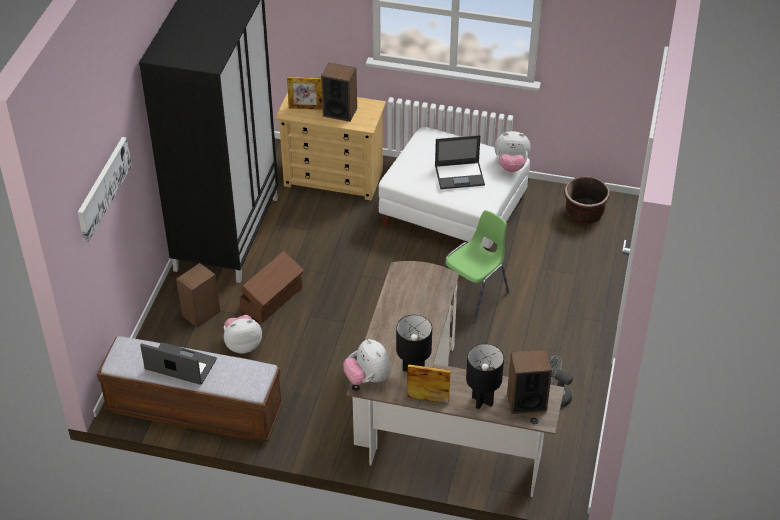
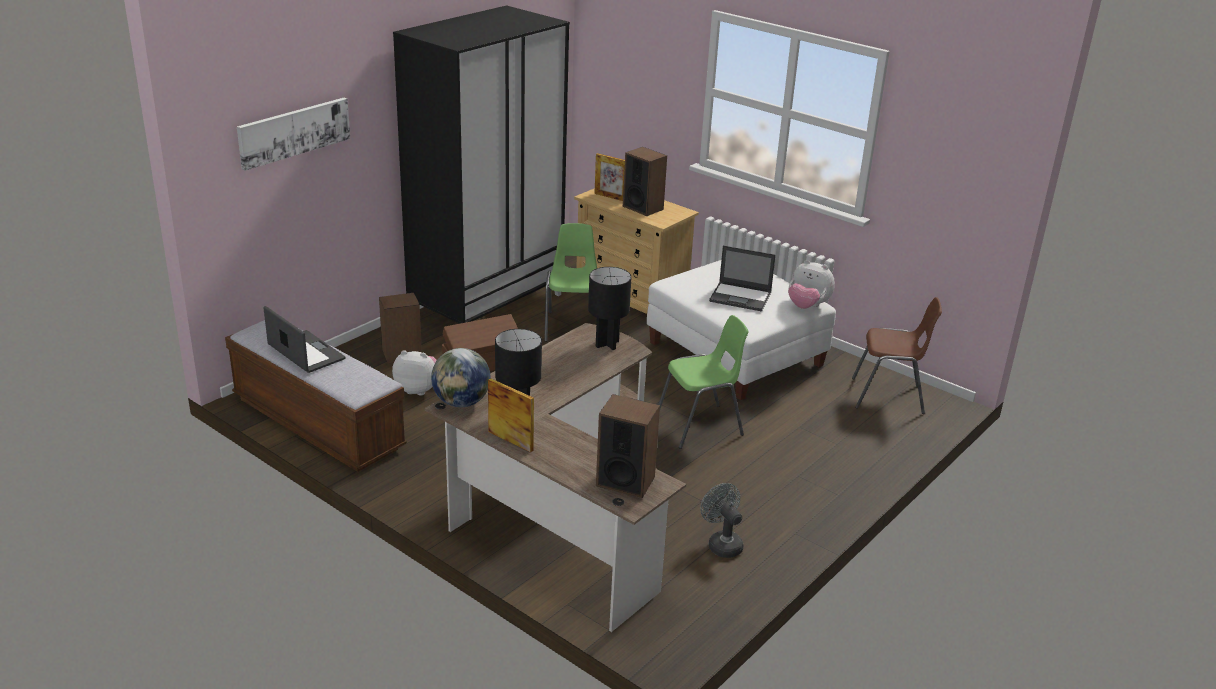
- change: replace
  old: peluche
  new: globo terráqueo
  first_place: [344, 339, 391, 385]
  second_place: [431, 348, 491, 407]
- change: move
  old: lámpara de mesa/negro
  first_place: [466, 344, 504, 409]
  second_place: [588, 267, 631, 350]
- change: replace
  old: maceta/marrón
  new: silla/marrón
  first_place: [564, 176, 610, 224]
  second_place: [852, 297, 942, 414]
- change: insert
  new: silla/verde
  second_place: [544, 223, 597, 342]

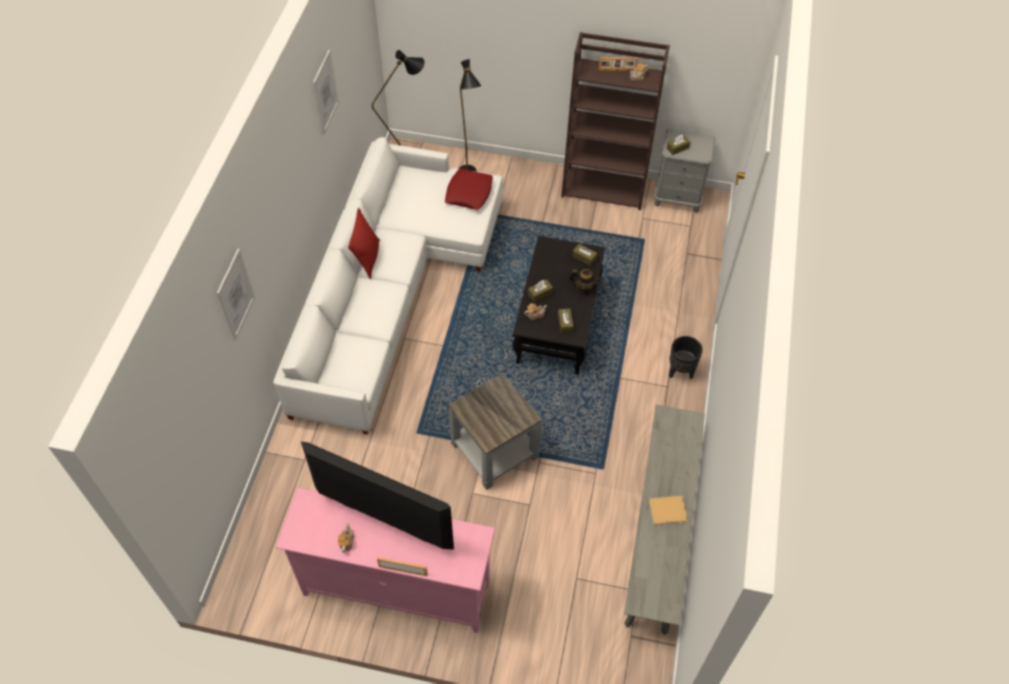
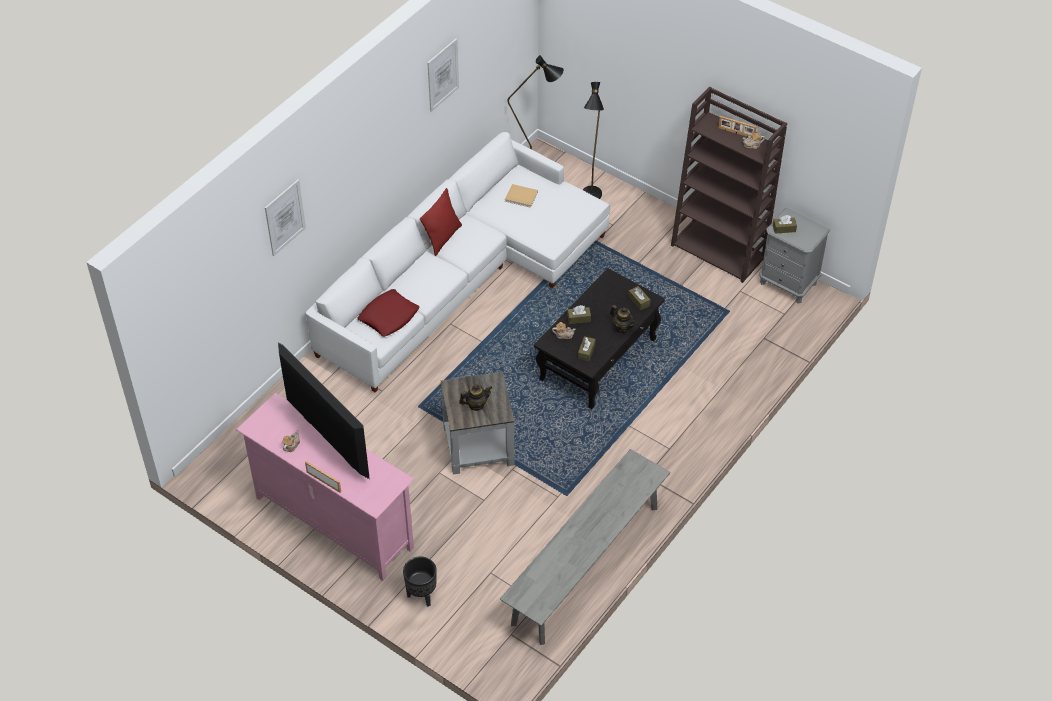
- change: move
  old: cojín/rojo
  first_place: [445, 168, 493, 210]
  second_place: [357, 289, 419, 337]
- change: move
  old: libro/beis
  first_place: [649, 496, 688, 526]
  second_place: [505, 184, 538, 208]
- change: move
  old: maceta/negro
  first_place: [669, 336, 703, 379]
  second_place: [403, 556, 437, 607]
- change: insert
  new: tetera
  second_place: [459, 384, 492, 411]

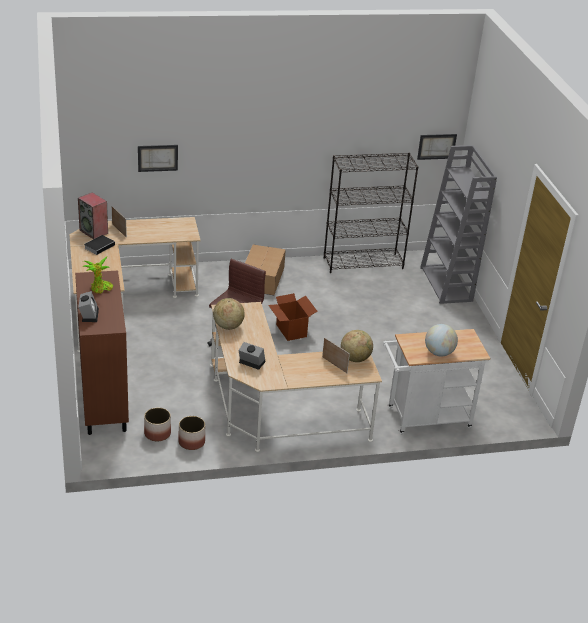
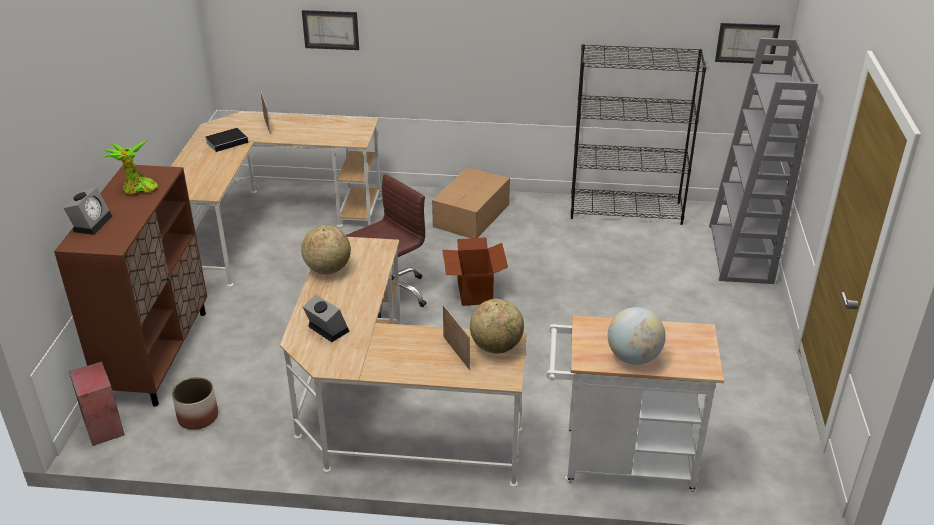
- change: move
  old: altavoz
  first_place: [78, 192, 108, 239]
  second_place: [69, 361, 125, 446]
- change: delete
  old: maceta
  first_place: [178, 416, 205, 450]

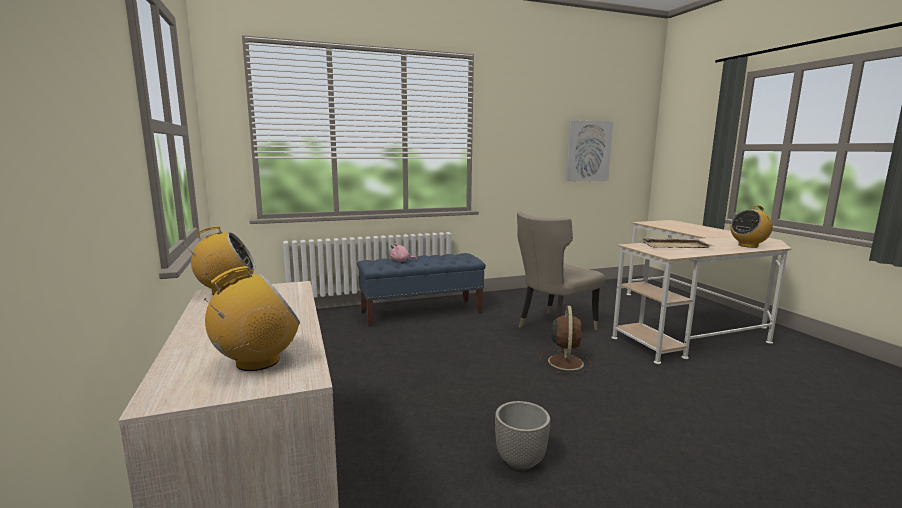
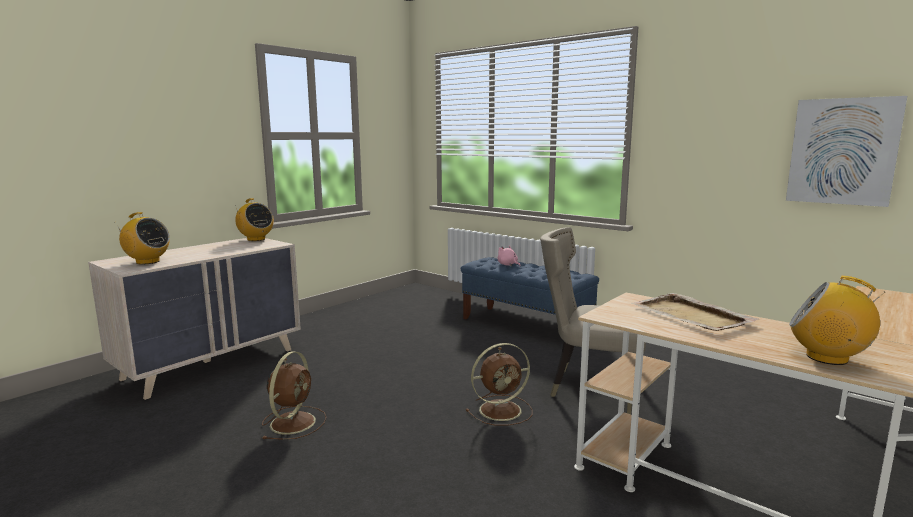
- change: replace
  old: maceta
  new: ventilador/marrón
  first_place: [495, 401, 550, 471]
  second_place: [262, 351, 327, 440]

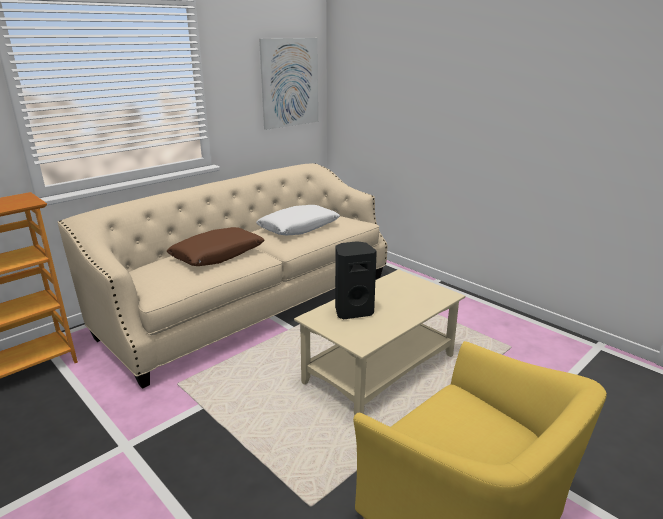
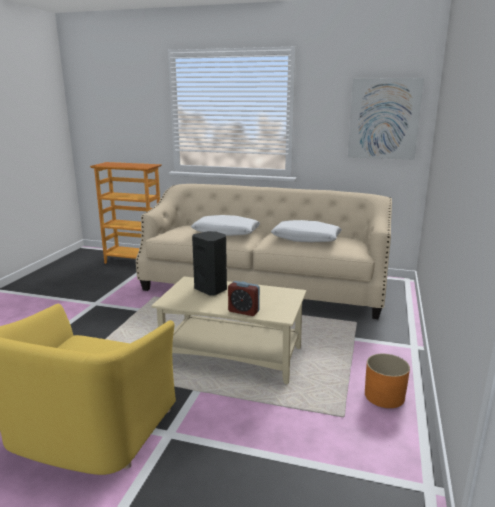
- change: recolor
  old: cojín/marrón
  new: cojín/blanco
  first_place: [167, 227, 265, 266]
  second_place: [191, 215, 260, 236]
- change: insert
  new: despertador
  second_place: [228, 281, 260, 316]
- change: insert
  new: maceta/naranja
  second_place: [365, 354, 410, 408]

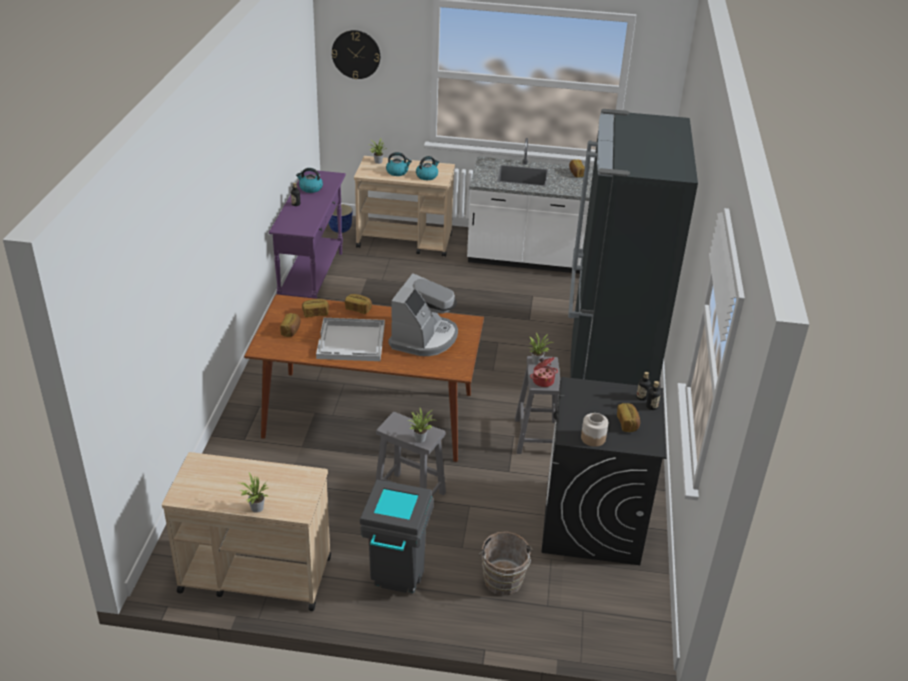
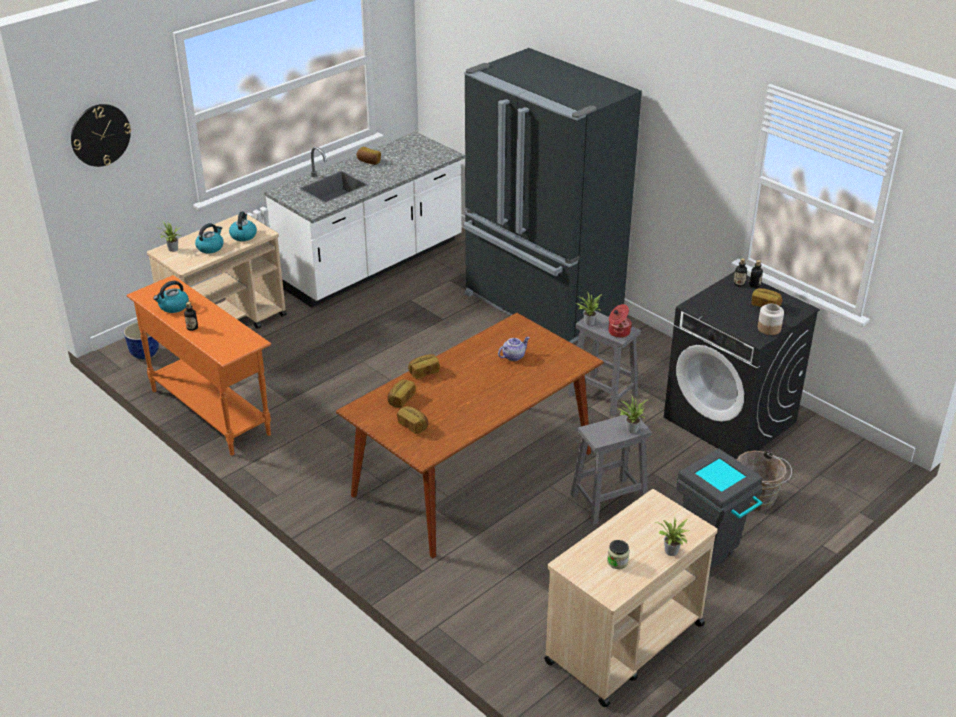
- change: recolor
  old: mesa consola/morado
  new: mesa consola/naranja
  first_place: [269, 171, 346, 299]
  second_place: [127, 275, 271, 455]
- change: delete
  old: bandeja/blanco
  first_place: [316, 318, 385, 361]
- change: replace
  old: cafetera
  new: tetera
  first_place: [389, 273, 458, 356]
  second_place: [498, 337, 530, 361]
- change: insert
  new: tarro
  second_place: [607, 540, 629, 569]

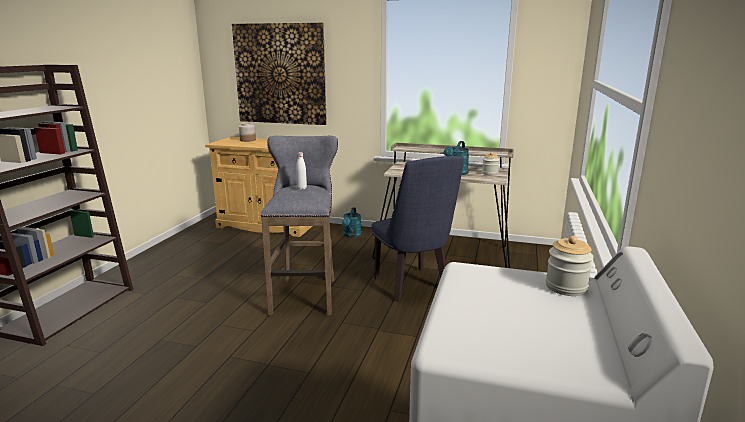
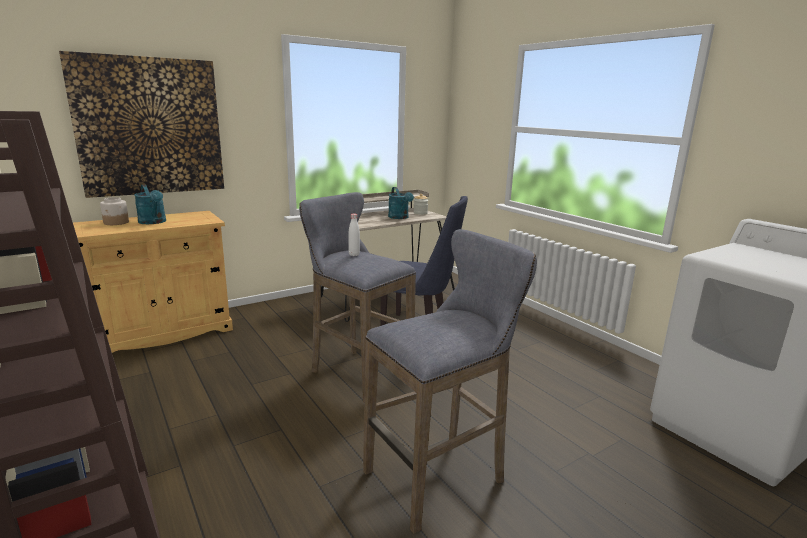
- change: move
  old: regadera/turquesa
  first_place: [342, 207, 362, 238]
  second_place: [134, 184, 166, 224]
- change: delete
  old: tarro
  first_place: [546, 236, 593, 296]
- change: insert
  new: taburete/gris
  second_place: [363, 229, 537, 534]

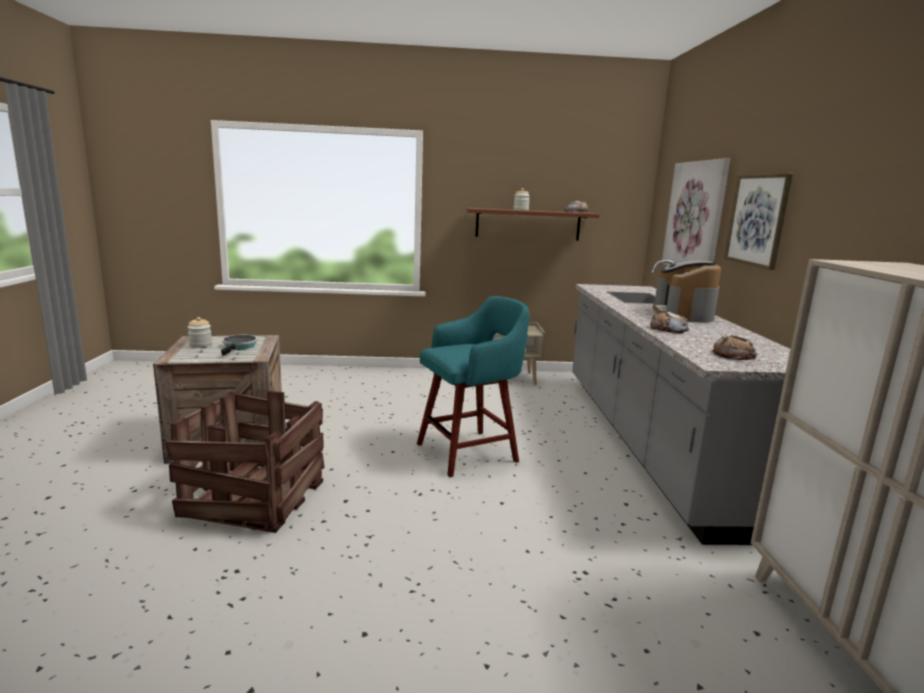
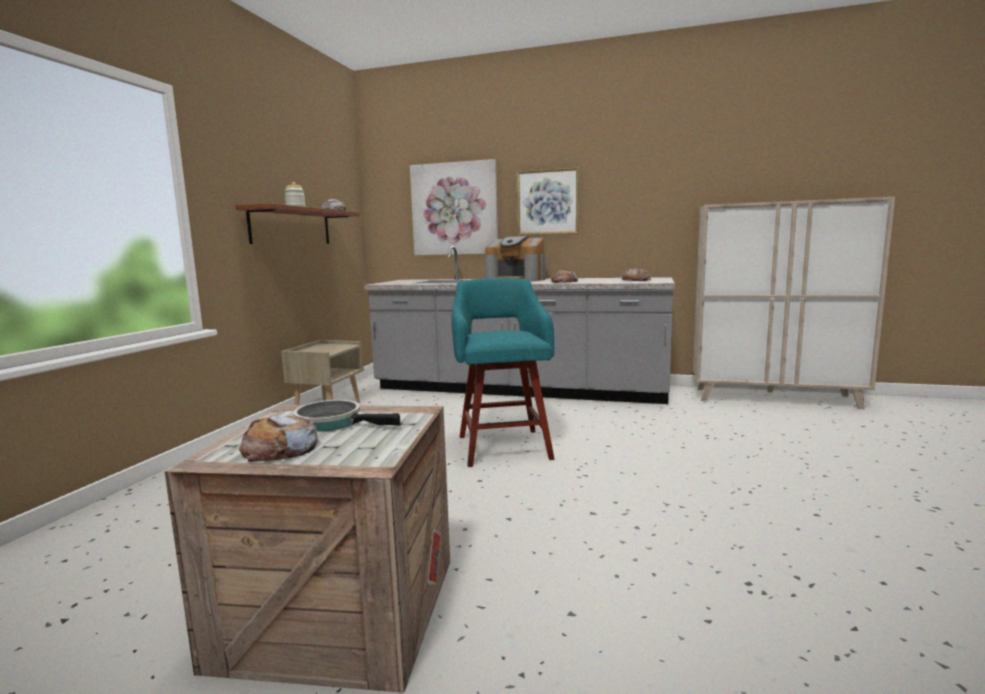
- change: delete
  old: caja de embalaje
  first_place: [165, 390, 325, 533]
- change: replace
  old: tarro
  new: pan
  first_place: [187, 317, 212, 348]
  second_place: [239, 415, 318, 462]

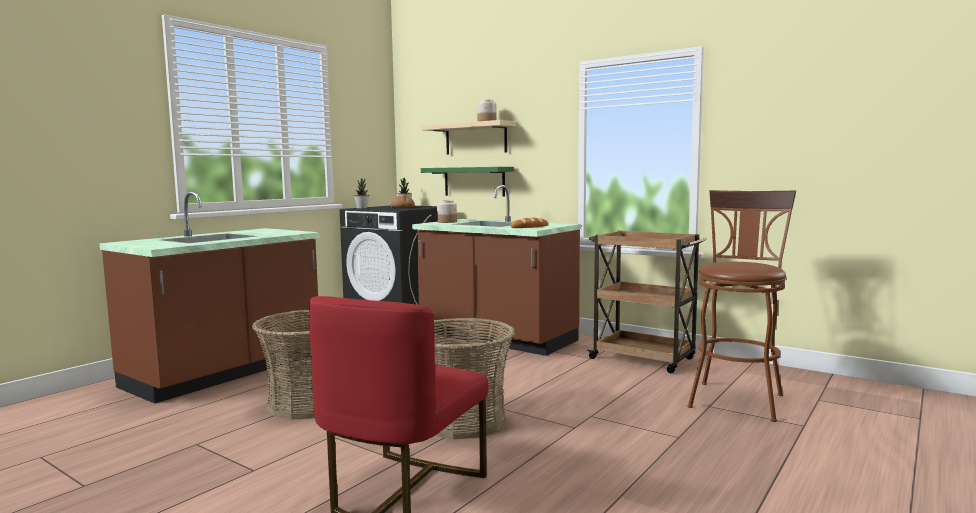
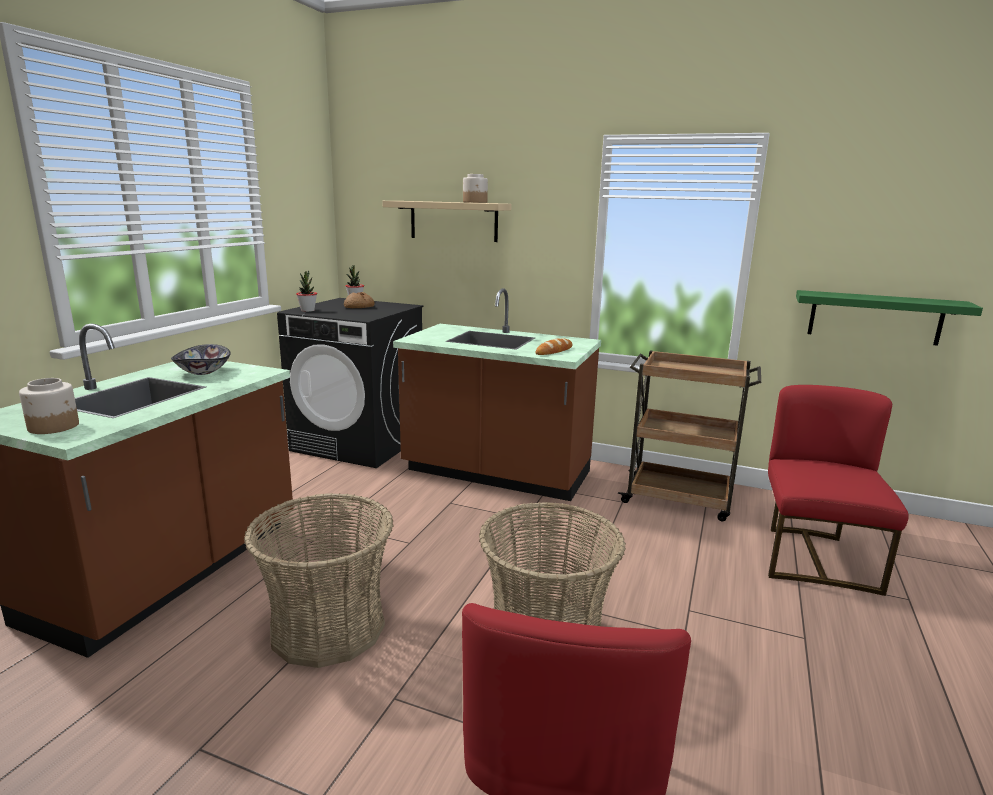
- change: move
  old: estante/verde
  first_place: [421, 167, 514, 197]
  second_place: [796, 290, 983, 346]
- change: move
  old: tarro
  first_place: [437, 200, 457, 223]
  second_place: [19, 378, 79, 434]
- change: replace
  old: taburete/marrón
  new: silla/rojo
  first_place: [688, 190, 796, 422]
  second_place: [768, 385, 909, 596]
- change: insert
  new: cuenco
  second_place: [171, 344, 231, 375]

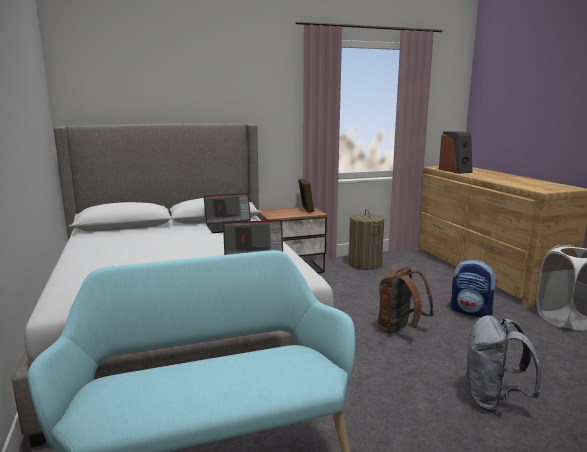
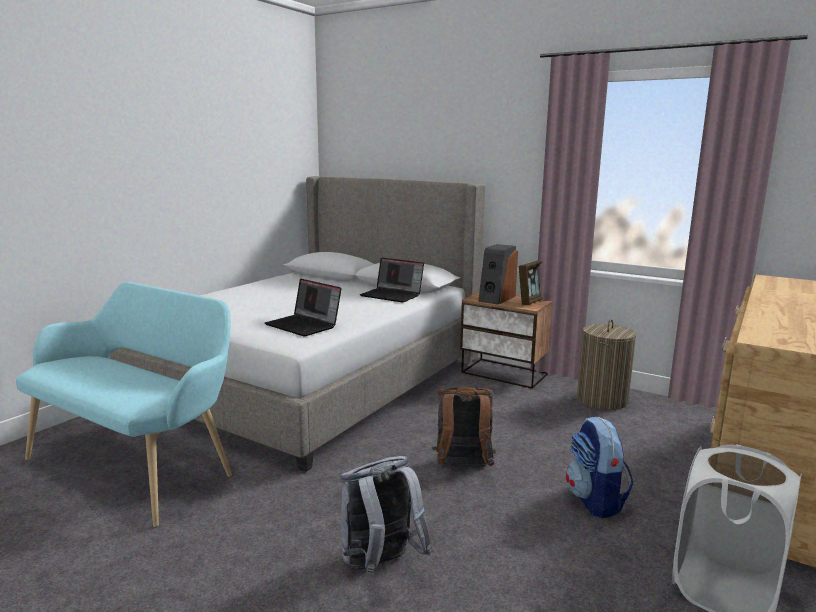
- change: move
  old: altavoz
  first_place: [439, 131, 472, 174]
  second_place: [478, 244, 518, 305]

